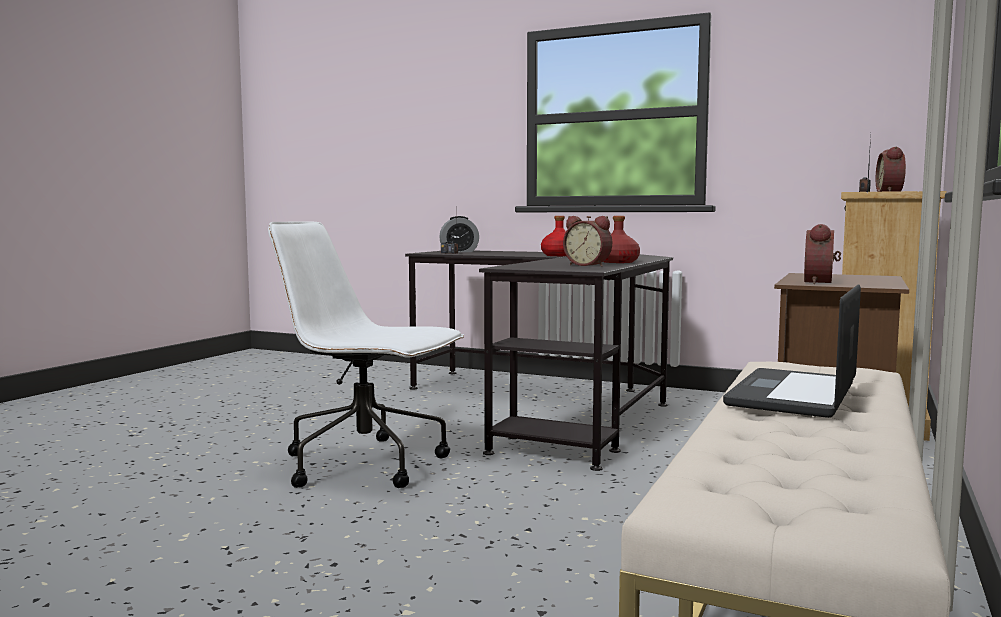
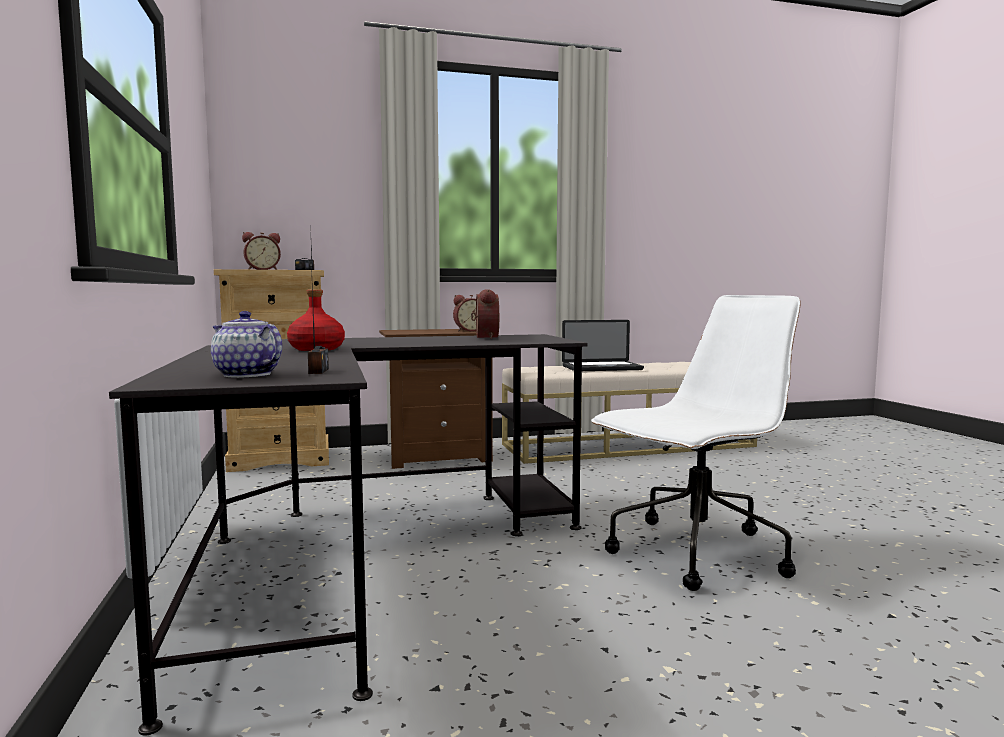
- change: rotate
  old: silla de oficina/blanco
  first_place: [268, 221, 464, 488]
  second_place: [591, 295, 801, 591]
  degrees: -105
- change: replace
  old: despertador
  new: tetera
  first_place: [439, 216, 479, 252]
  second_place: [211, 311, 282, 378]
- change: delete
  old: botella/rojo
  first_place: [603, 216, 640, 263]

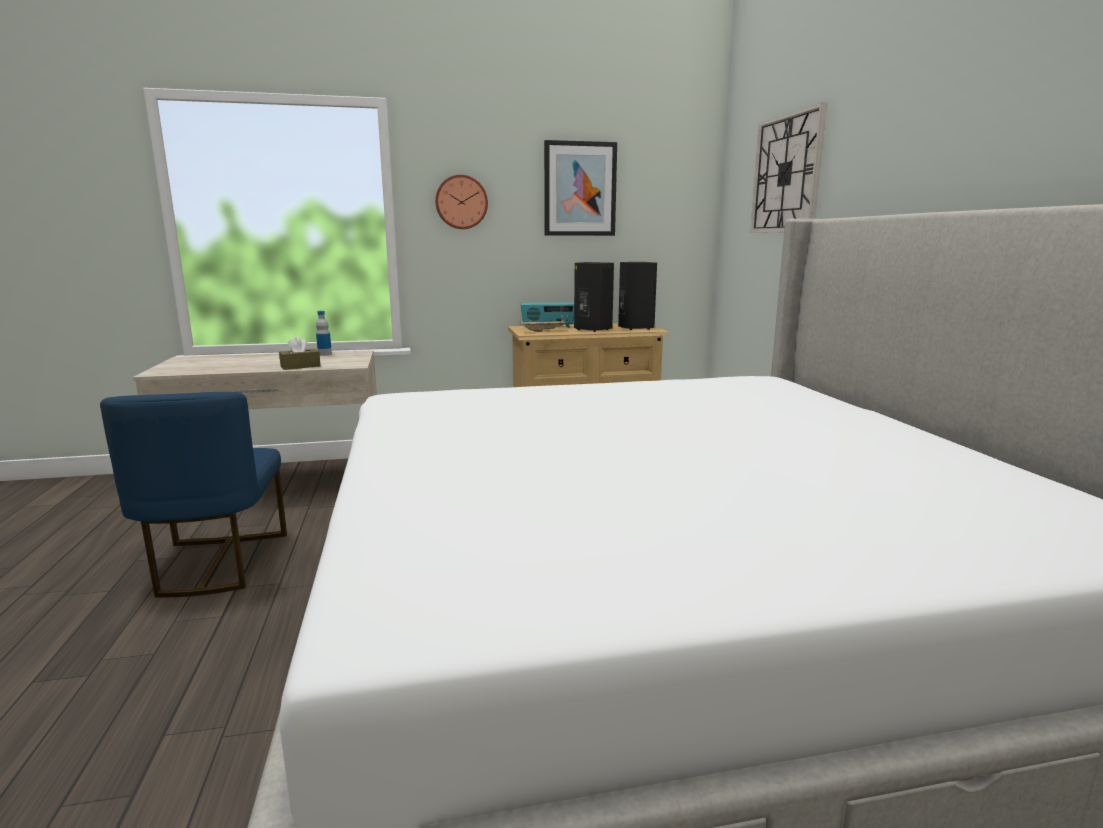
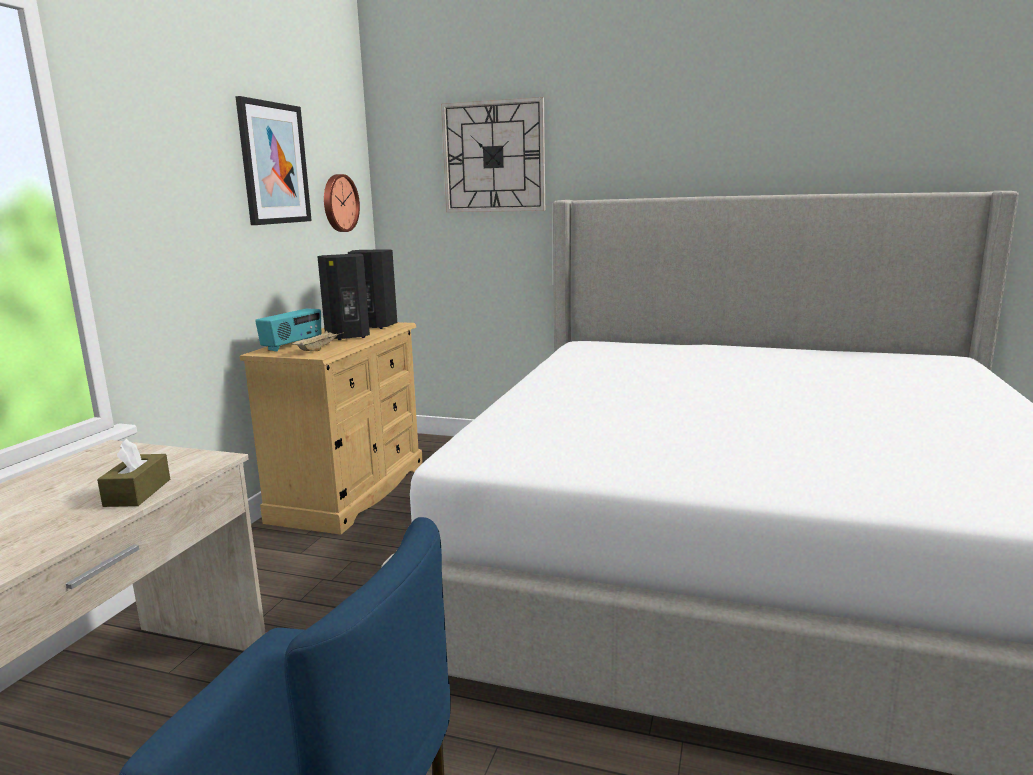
- change: delete
  old: botella
  first_place: [316, 311, 332, 356]
- change: move
  old: reloj de pared
  first_place: [435, 175, 488, 229]
  second_place: [324, 174, 360, 232]

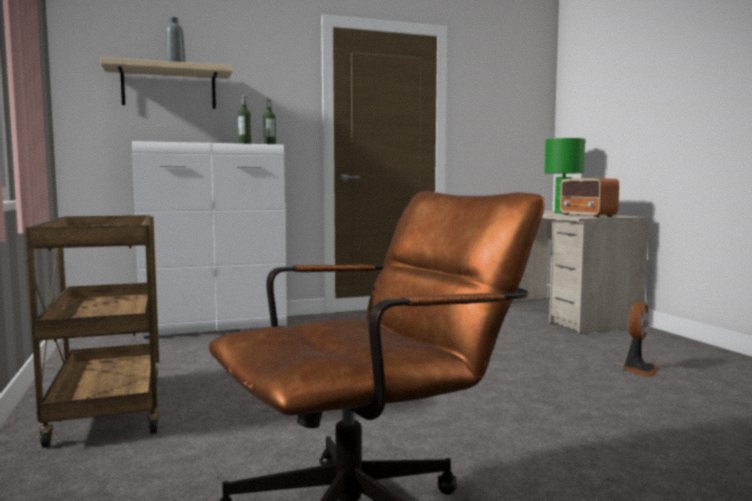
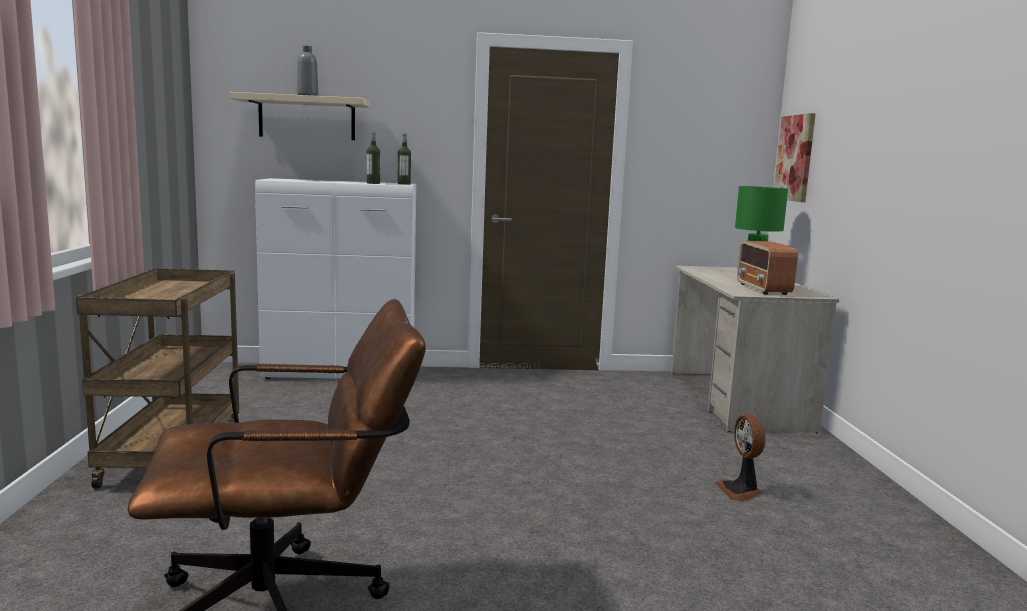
- change: rotate
  old: ventilador
  first_place: [621, 302, 660, 377]
  second_place: [715, 414, 766, 501]
  degrees: 120
- change: insert
  new: cuadro
  second_place: [774, 113, 816, 202]

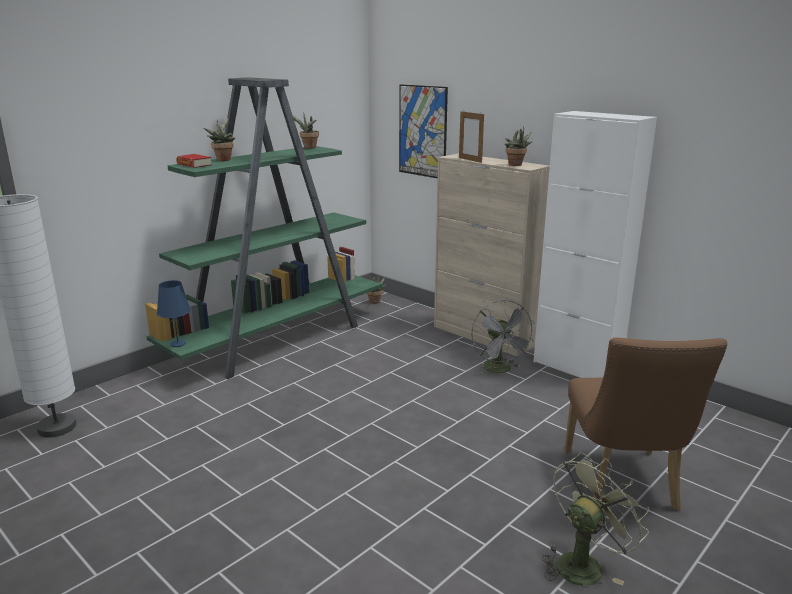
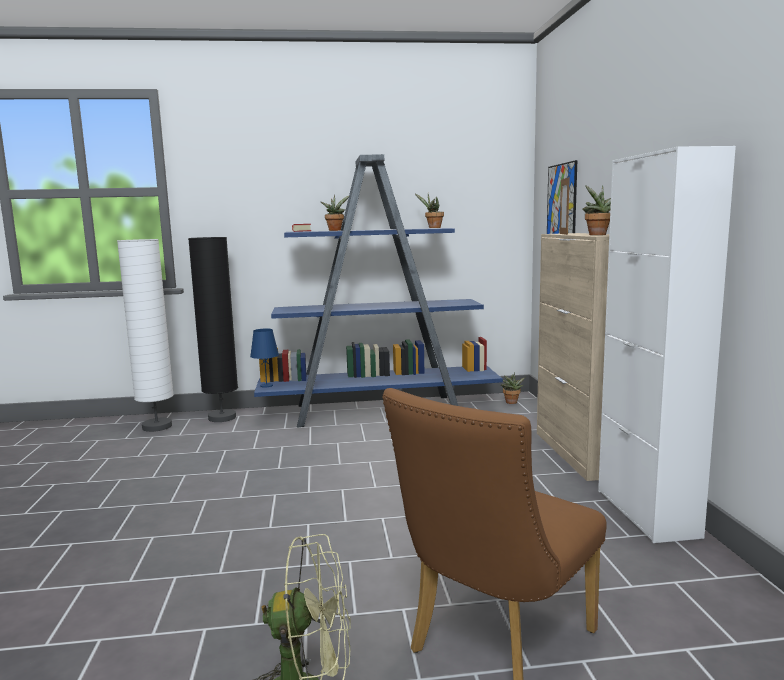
- change: recolor
  old: estantería/verde
  new: estantería/azul
  first_place: [145, 77, 382, 379]
  second_place: [254, 154, 503, 428]
- change: delete
  old: ventilador/gris
  first_place: [471, 300, 535, 375]
- change: insert
  new: lámpara de pie/negro
  second_place: [188, 237, 238, 422]

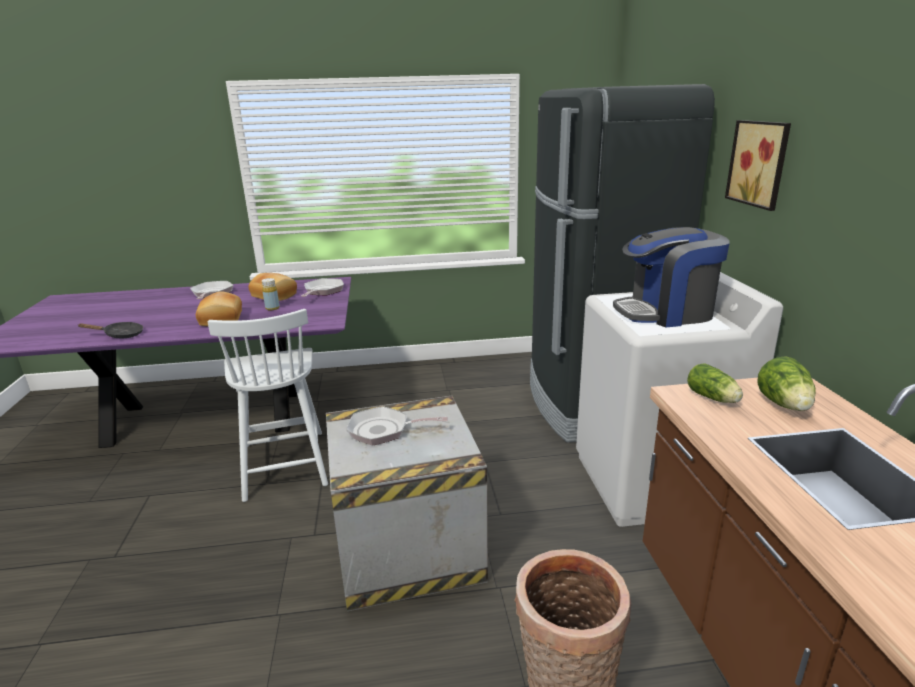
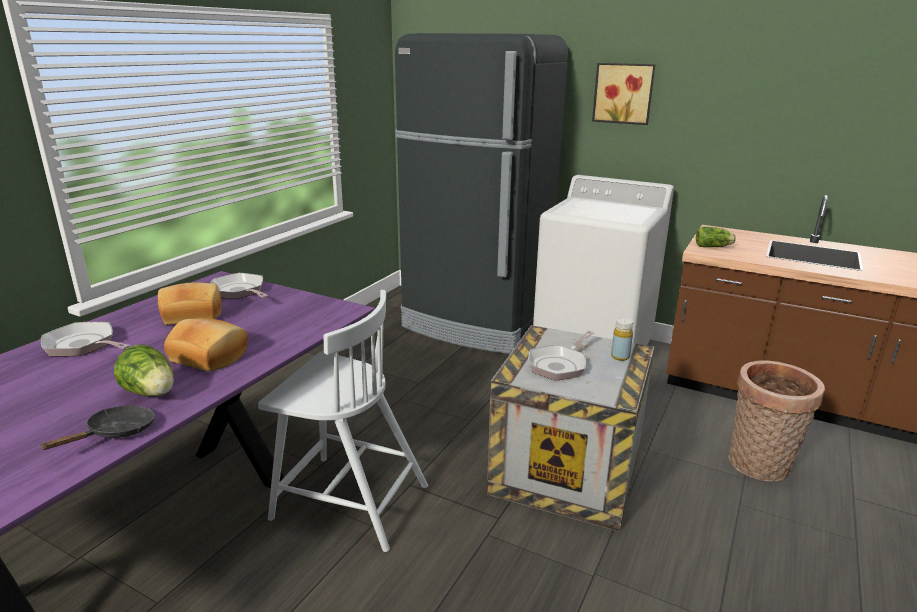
- change: move
  old: botella/amarillo
  first_place: [262, 278, 280, 310]
  second_place: [611, 317, 633, 361]
- change: delete
  old: cafetera
  first_place: [613, 227, 730, 327]
- change: move
  old: lechuga
  first_place: [758, 356, 816, 411]
  second_place: [114, 344, 174, 396]

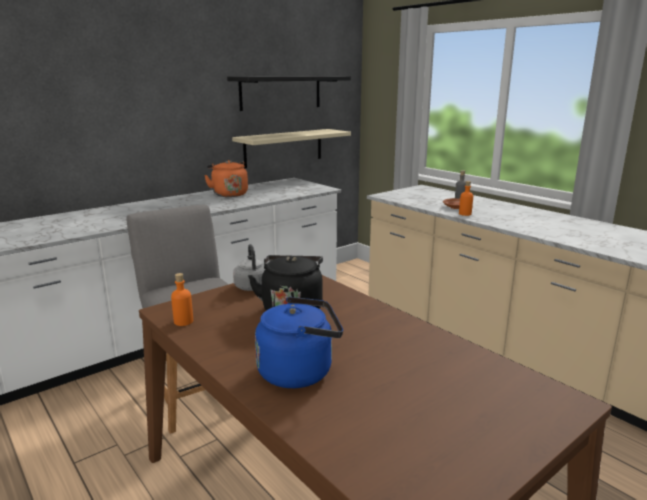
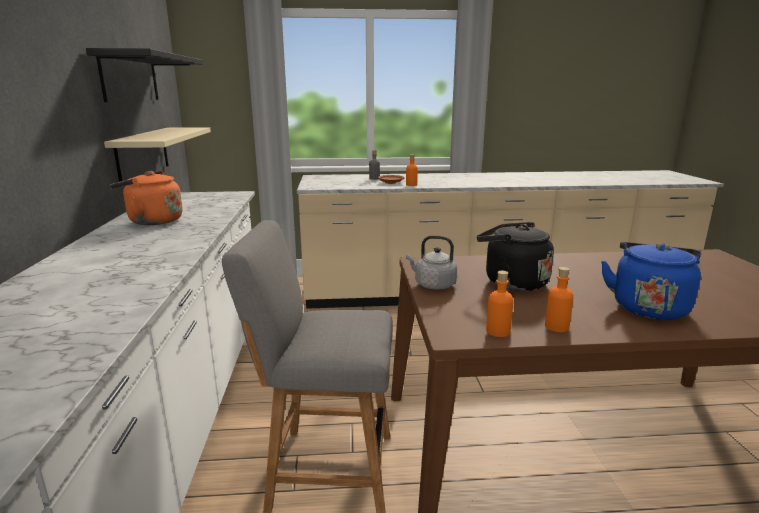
- change: insert
  new: botella/naranja
  second_place: [545, 267, 574, 332]

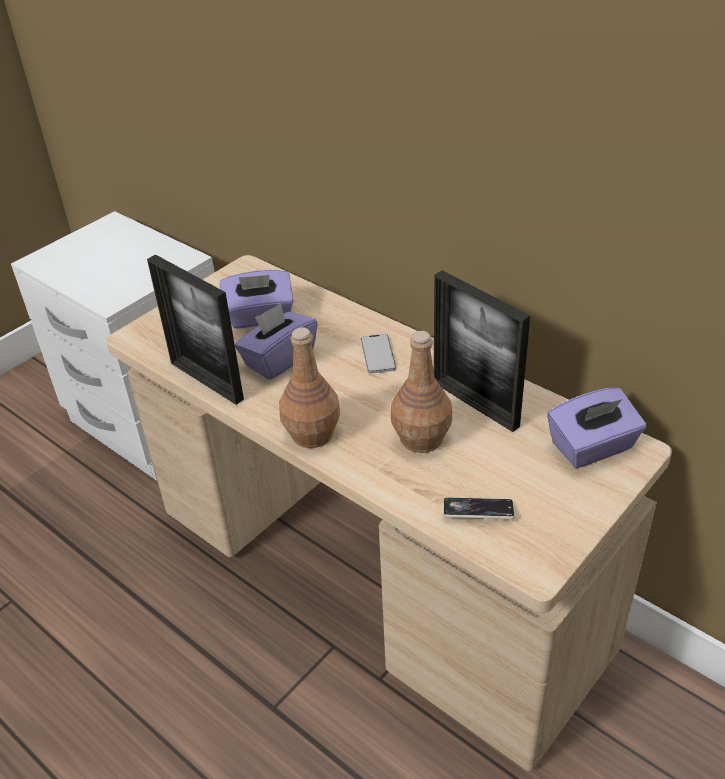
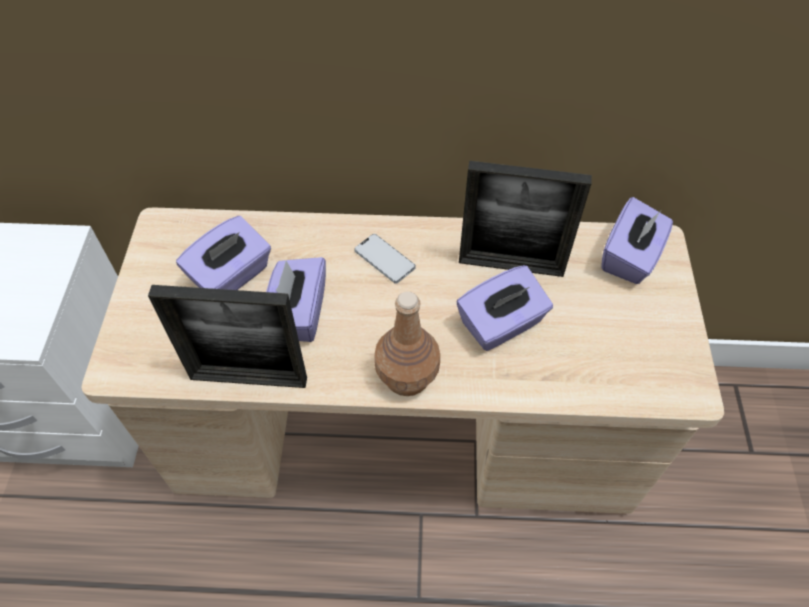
- change: replace
  old: botella/marrón
  new: caja de pañuelos/morado
  first_place: [391, 331, 452, 453]
  second_place: [457, 265, 553, 351]
- change: delete
  old: móvil
  first_place: [443, 497, 515, 519]

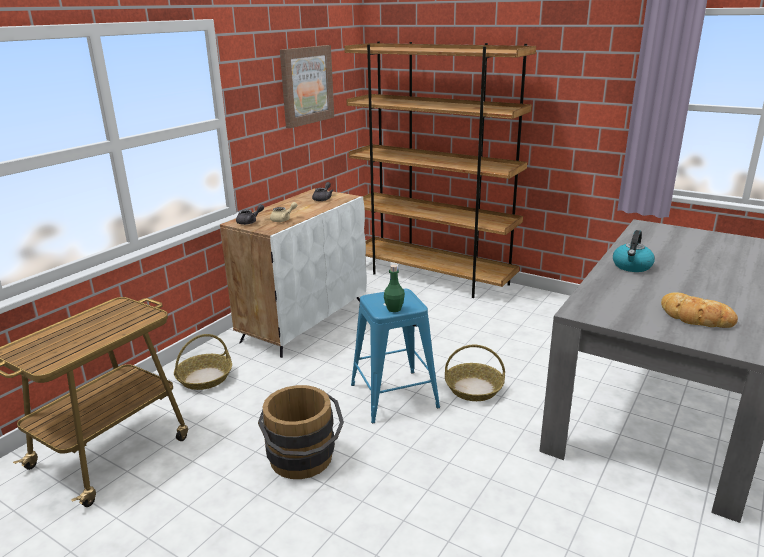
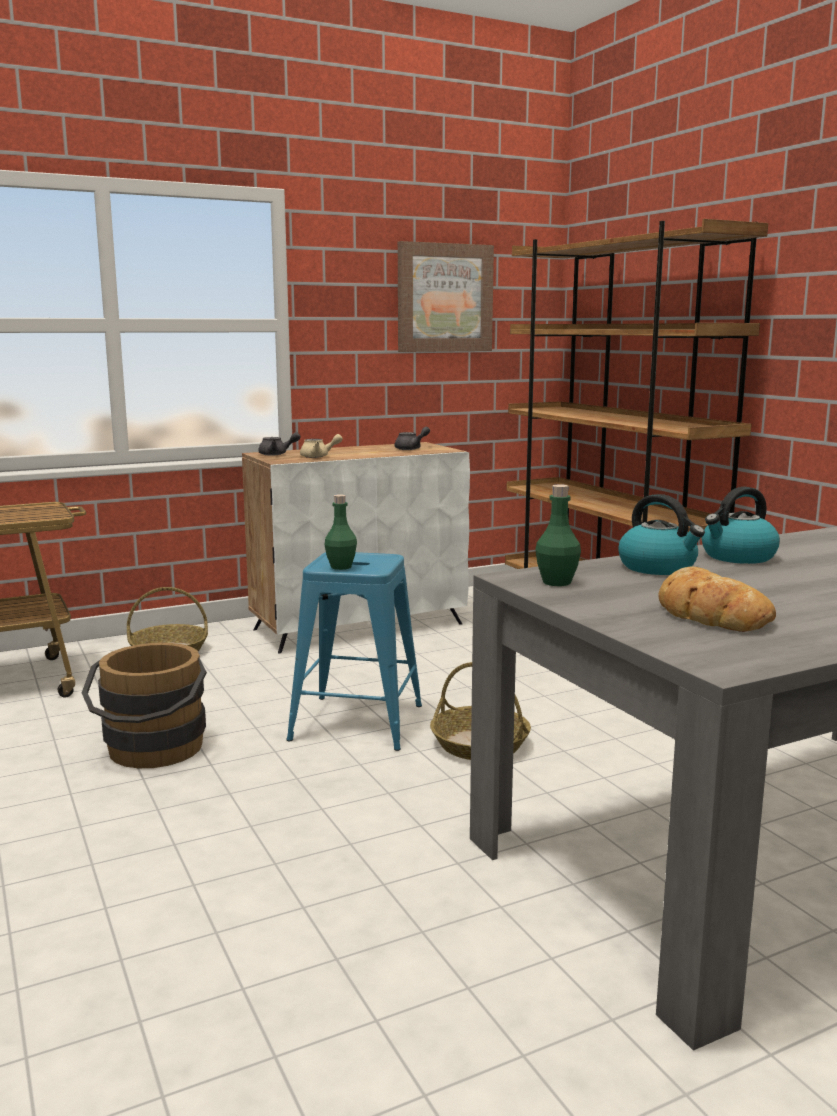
- change: insert
  new: botella/verde
  second_place: [535, 484, 581, 586]
- change: insert
  new: hervidor
  second_place: [618, 494, 705, 575]

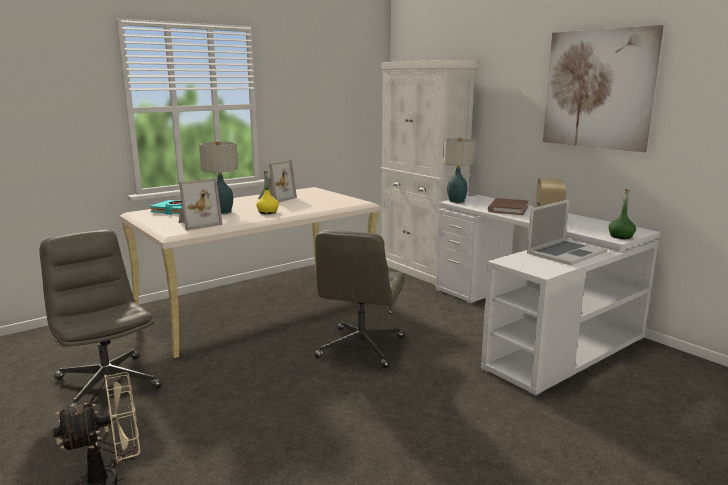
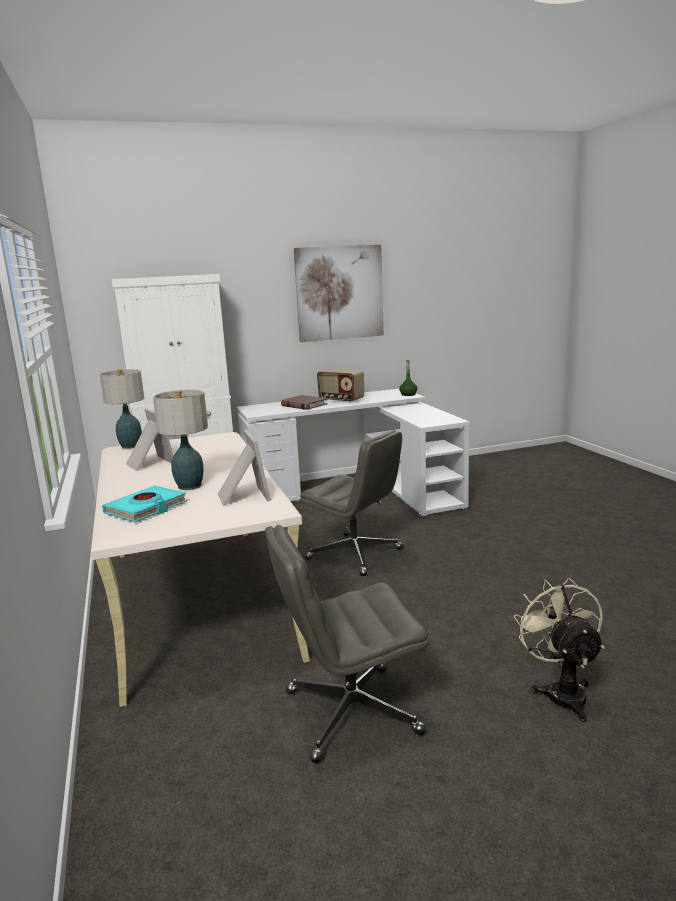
- change: delete
  old: botella/amarillo
  first_place: [256, 170, 279, 214]
- change: move
  old: lámpara de mesa
  first_place: [443, 138, 476, 203]
  second_place: [100, 369, 144, 449]
- change: delete
  old: portátil
  first_place: [527, 199, 607, 265]

